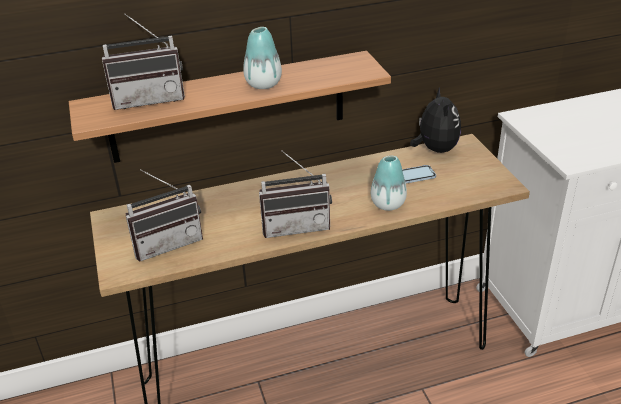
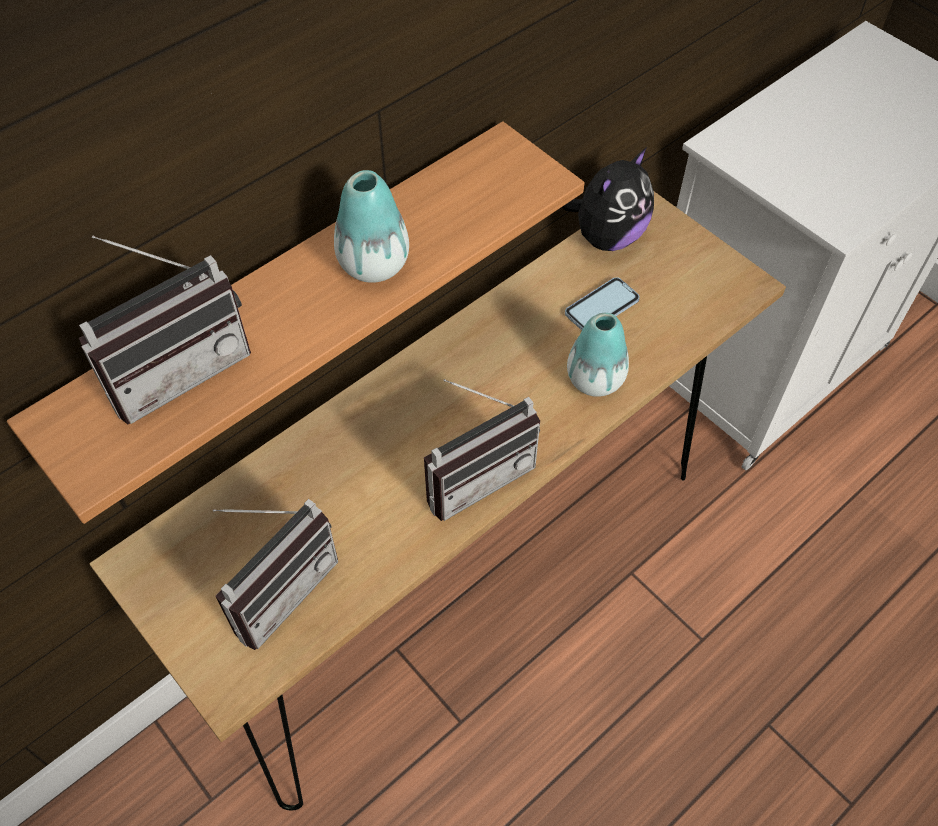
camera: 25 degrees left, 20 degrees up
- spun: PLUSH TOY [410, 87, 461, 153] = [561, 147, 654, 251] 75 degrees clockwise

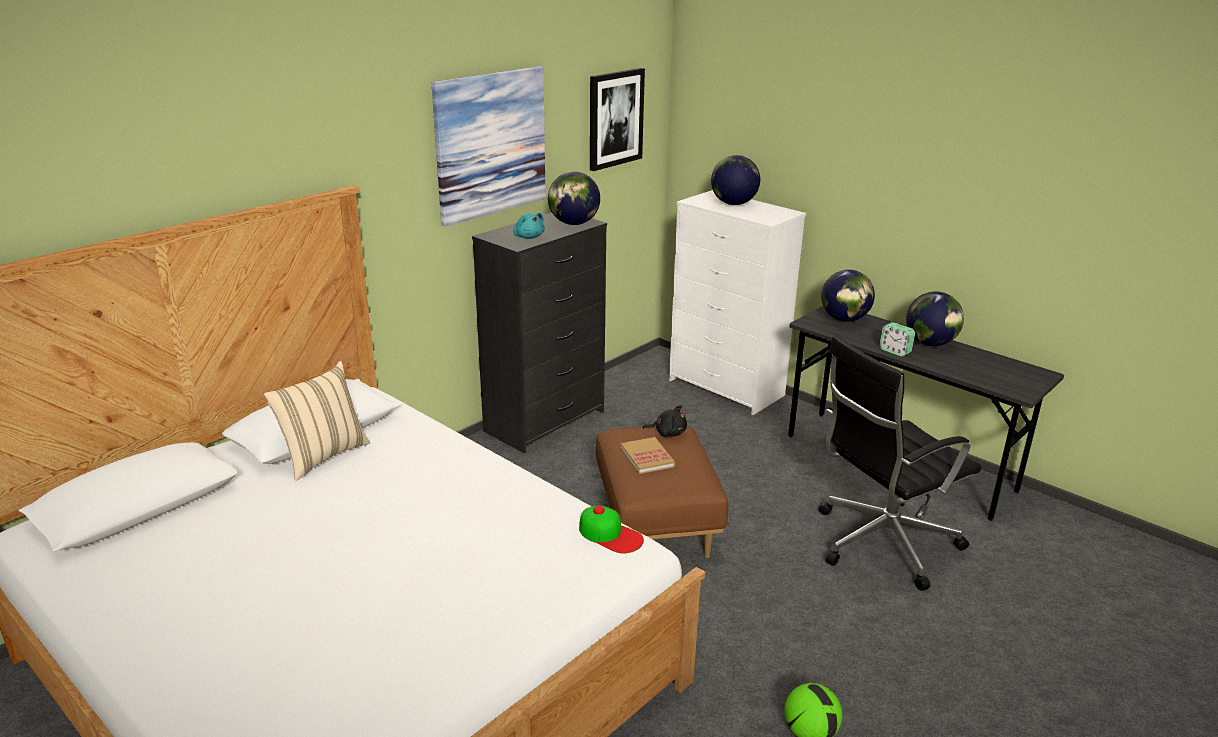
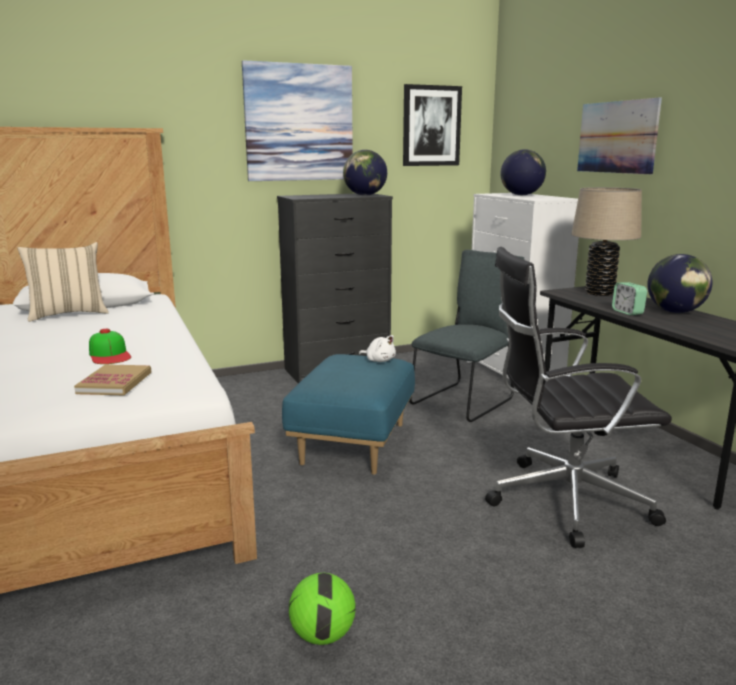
camera: 25 degrees right, 10 degrees down
- relocated: BOOK [621, 437, 675, 474] to [74, 364, 151, 395]
- relocated: CAP [579, 505, 644, 554] to [89, 329, 131, 364]
- colour: BROWN OTTOMAN [596, 425, 728, 558] to BLUE OTTOMAN [282, 354, 415, 475]
- colour: BLACK PLUSH TOY [642, 405, 687, 437] to WHITE PLUSH TOY [359, 335, 396, 362]
- appeared: GREY CHAIR [409, 250, 524, 422]
- exchanged: GLOBE [821, 270, 875, 322] to BEIGE TABLE LAMP [571, 187, 642, 296]
- appeared: PICTURE [577, 97, 662, 174]
- missing: TURQUOISE PLUSH TOY [514, 212, 545, 239]

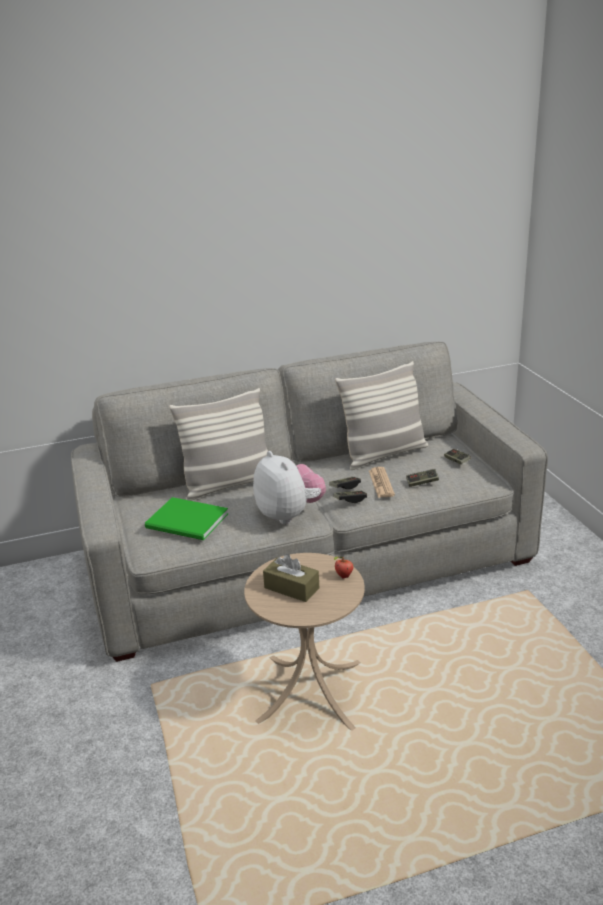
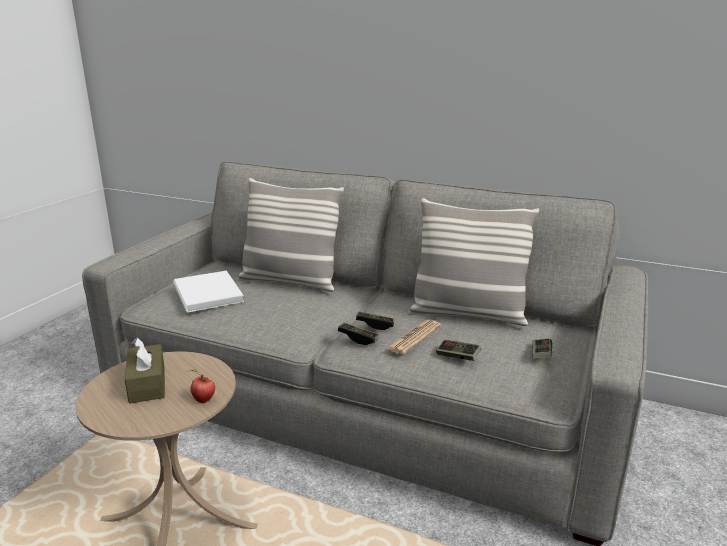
camera: 40 degrees right, 5 degrees down
- colour: GREEN BOOK [145, 497, 229, 540] to WHITE BOOK [173, 270, 244, 312]
- missing: PLUSH TOY [253, 451, 326, 524]

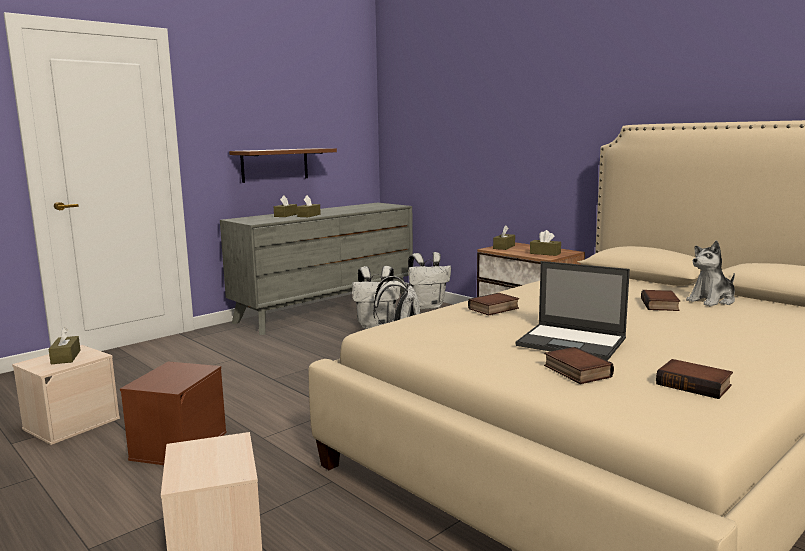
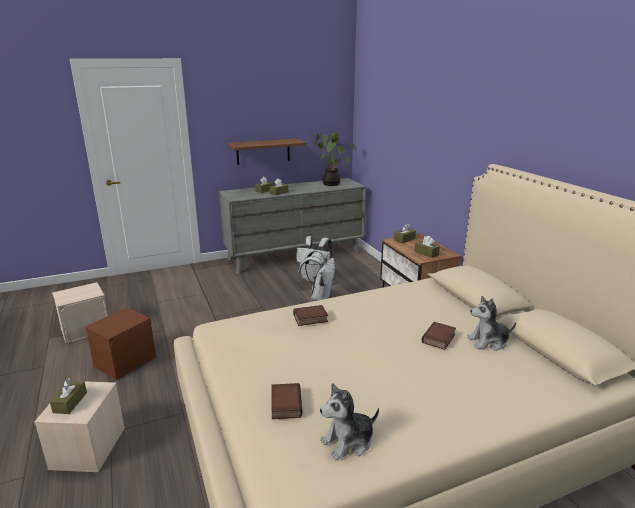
camera: 20 degrees right, 10 degrees up
- relocated: BROWN TISSUE BOX [49, 327, 81, 364] to [50, 378, 87, 414]
- appeared: POTTED PLANT [314, 132, 357, 186]
- exchanged: BOOK [656, 359, 733, 399] to PLUSH TOY [320, 383, 379, 460]
- missing: WHITE BACKPACK [408, 252, 451, 310]
- missing: LAPTOP [515, 261, 630, 361]

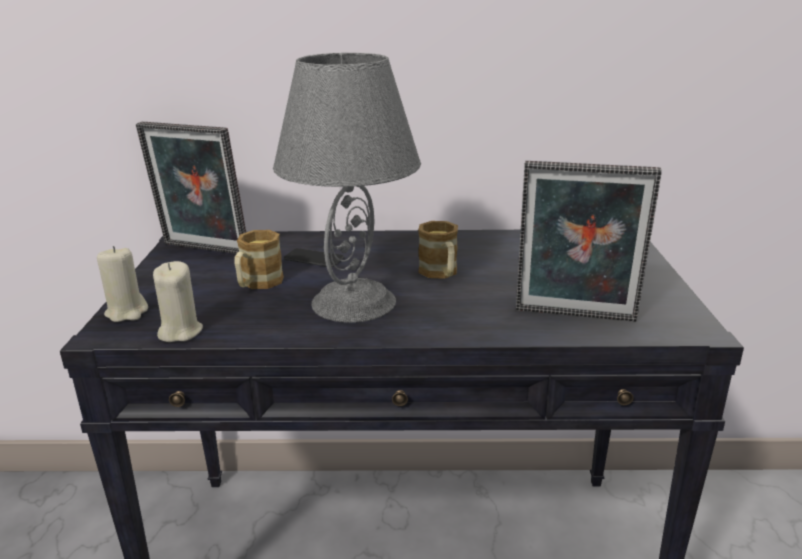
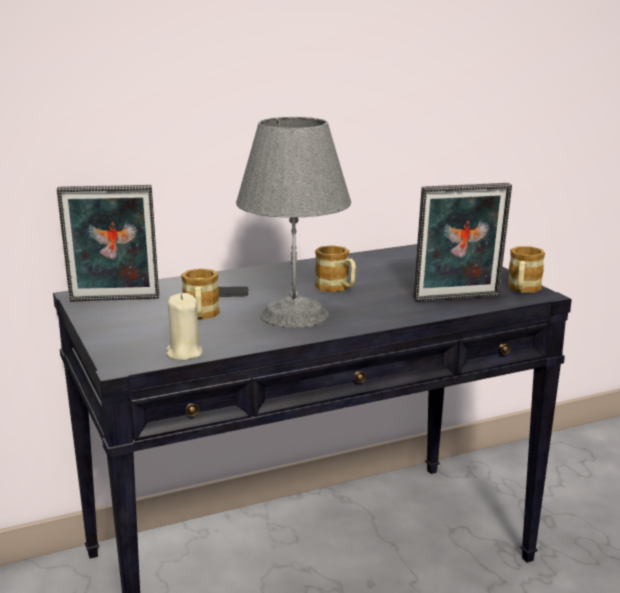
camera: 25 degrees left, 5 degrees down
- appeared: MUG [508, 246, 545, 293]
- missing: BEIGE CANDLE [97, 246, 148, 322]

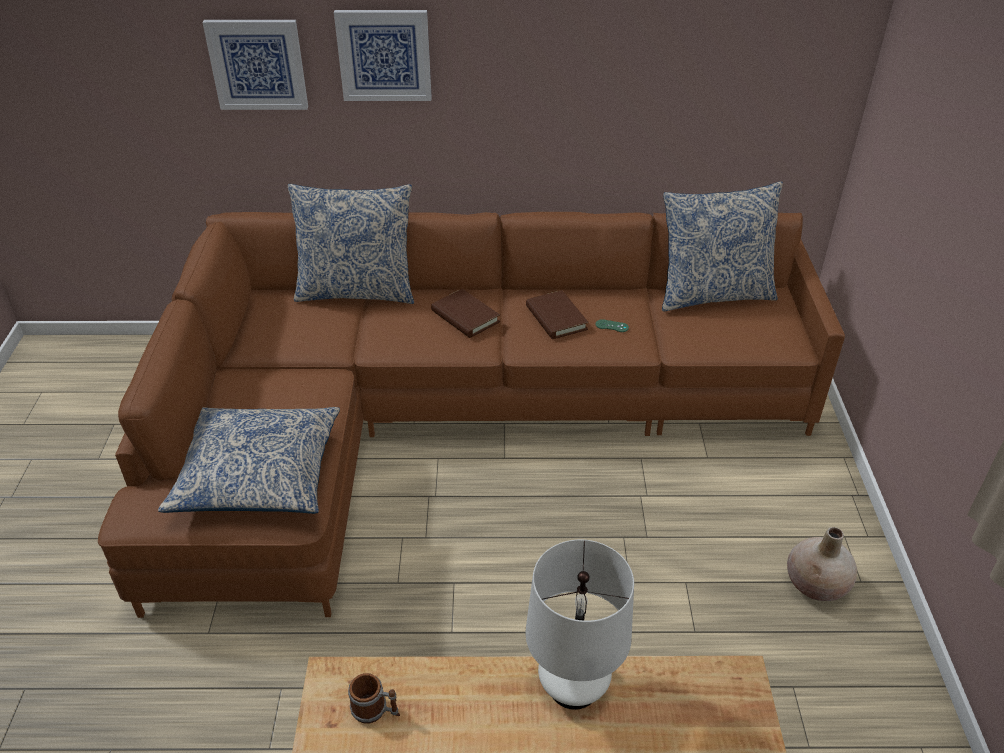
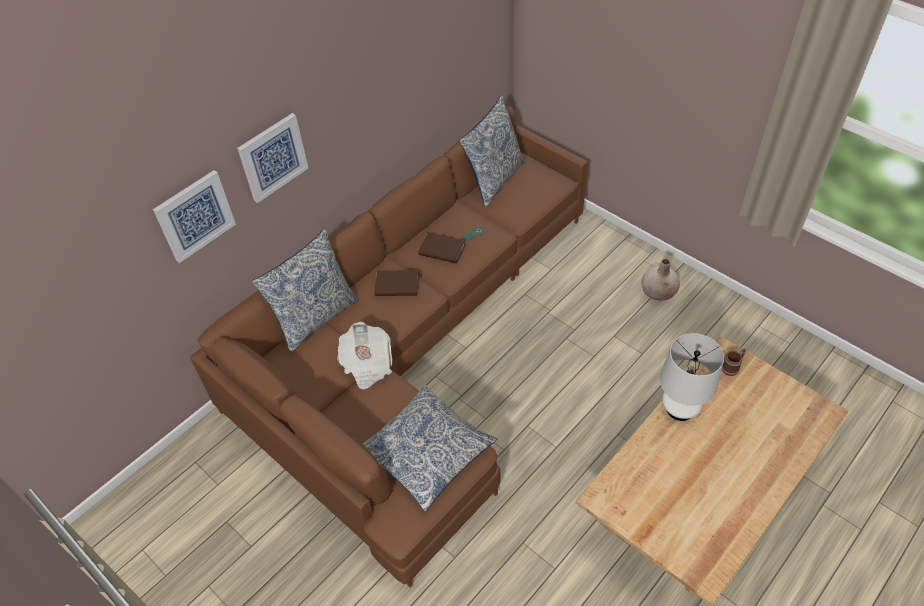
camera: 45 degrees left, 10 degrees up
- appeared: NEWSPAPER [337, 322, 392, 390]
- relocated: MUG [348, 673, 400, 724] to [722, 348, 746, 376]

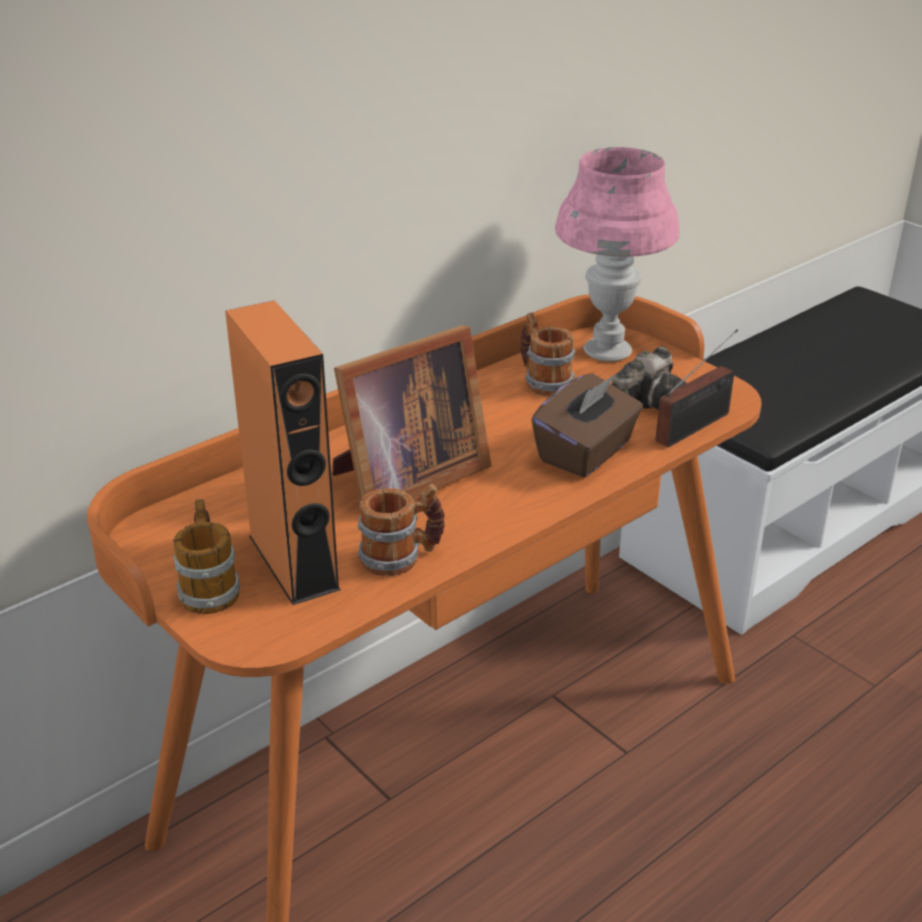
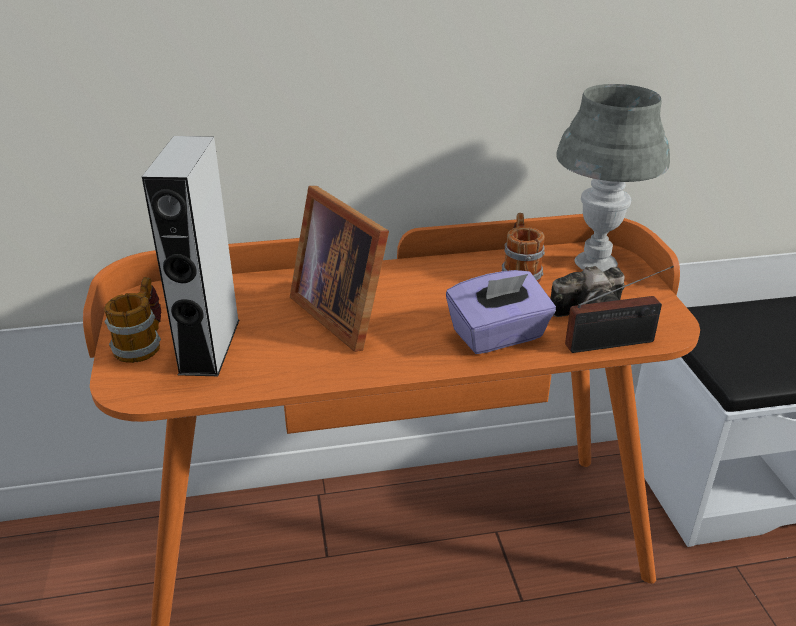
camera: 30 degrees right, 0 degrees up
- colour: ORANGE SPEAKER [225, 300, 341, 605] to GREY SPEAKER [142, 136, 239, 376]
- spun: PICTURE FRAME [332, 325, 491, 501] = [290, 186, 389, 352] 60 degrees clockwise
- colour: BROWN TISSUE BOX [532, 373, 643, 477] to PURPLE TISSUE BOX [446, 270, 556, 354]
- colour: PINK TABLE LAMP [555, 147, 679, 362] to GREY TABLE LAMP [557, 84, 670, 272]
- missing: MUG [357, 484, 445, 576]

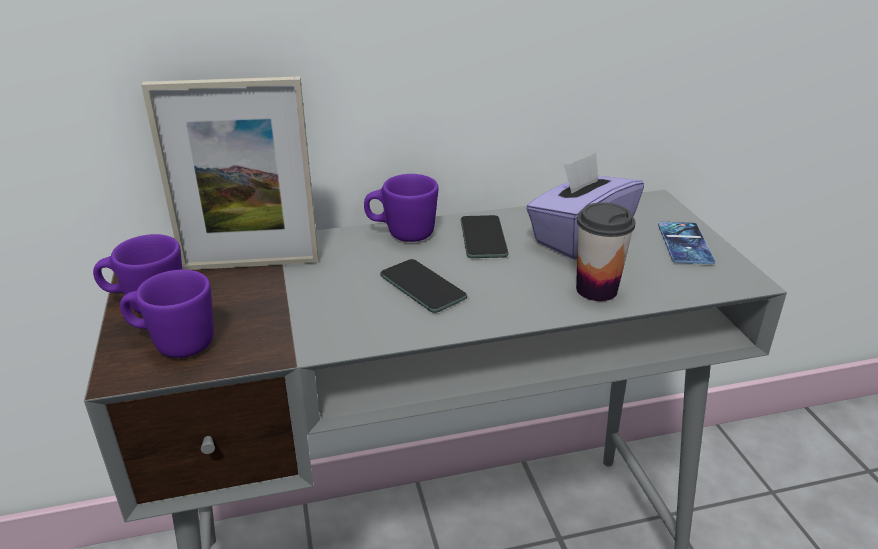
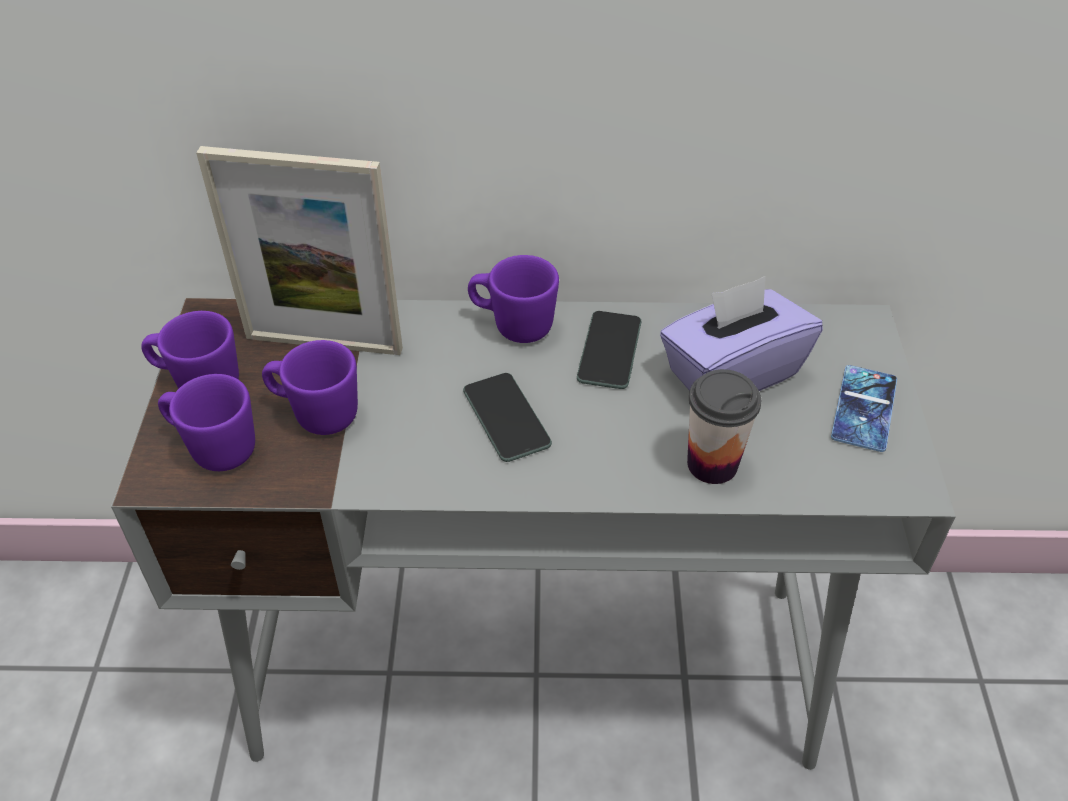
camera: 15 degrees right, 15 degrees up
- appeared: PURPLE MUG [262, 340, 358, 435]

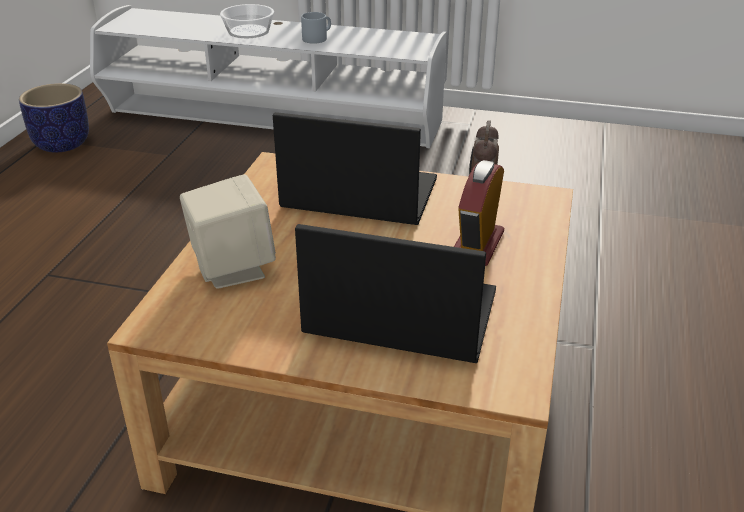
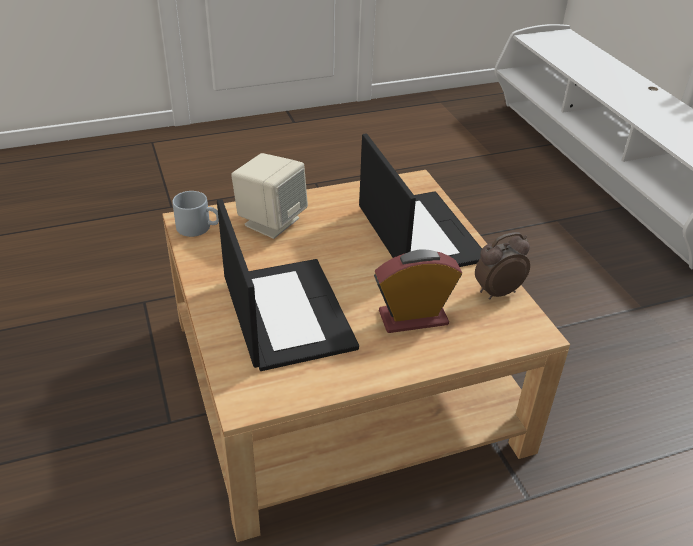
camera: 55 degrees right, 5 degrees up
- relocated: GREY MUG [301, 12, 331, 44] to [172, 191, 219, 237]
- missing: PLANTER [19, 83, 89, 152]
- missing: BOWL [220, 4, 274, 38]

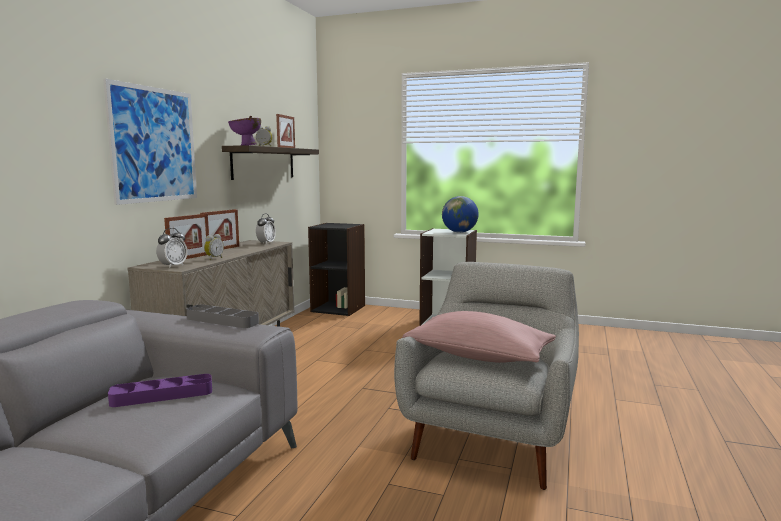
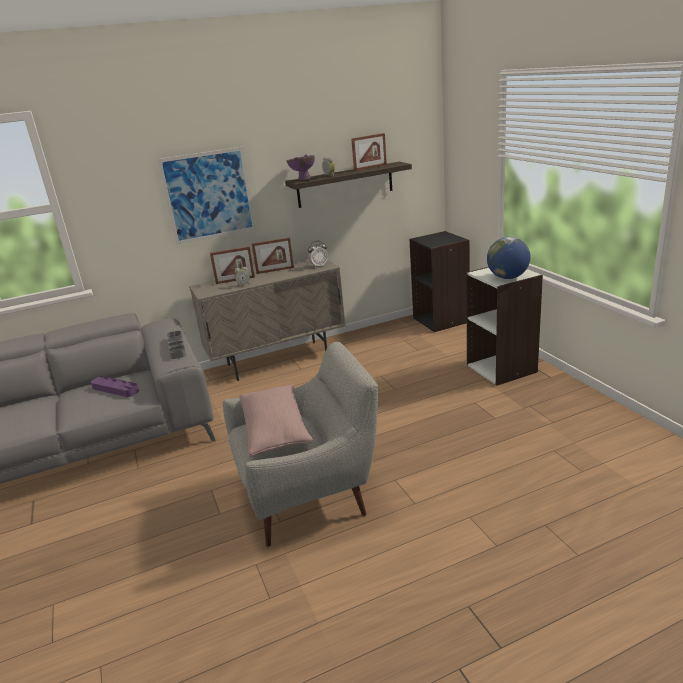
camera: 50 degrees right, 15 degrees up
- missing: ALARM CLOCK [156, 228, 188, 268]

